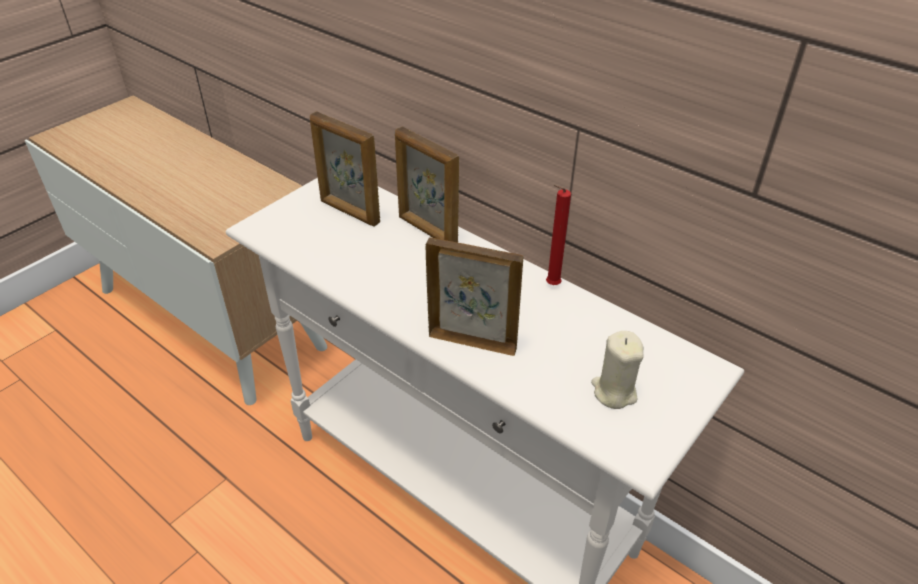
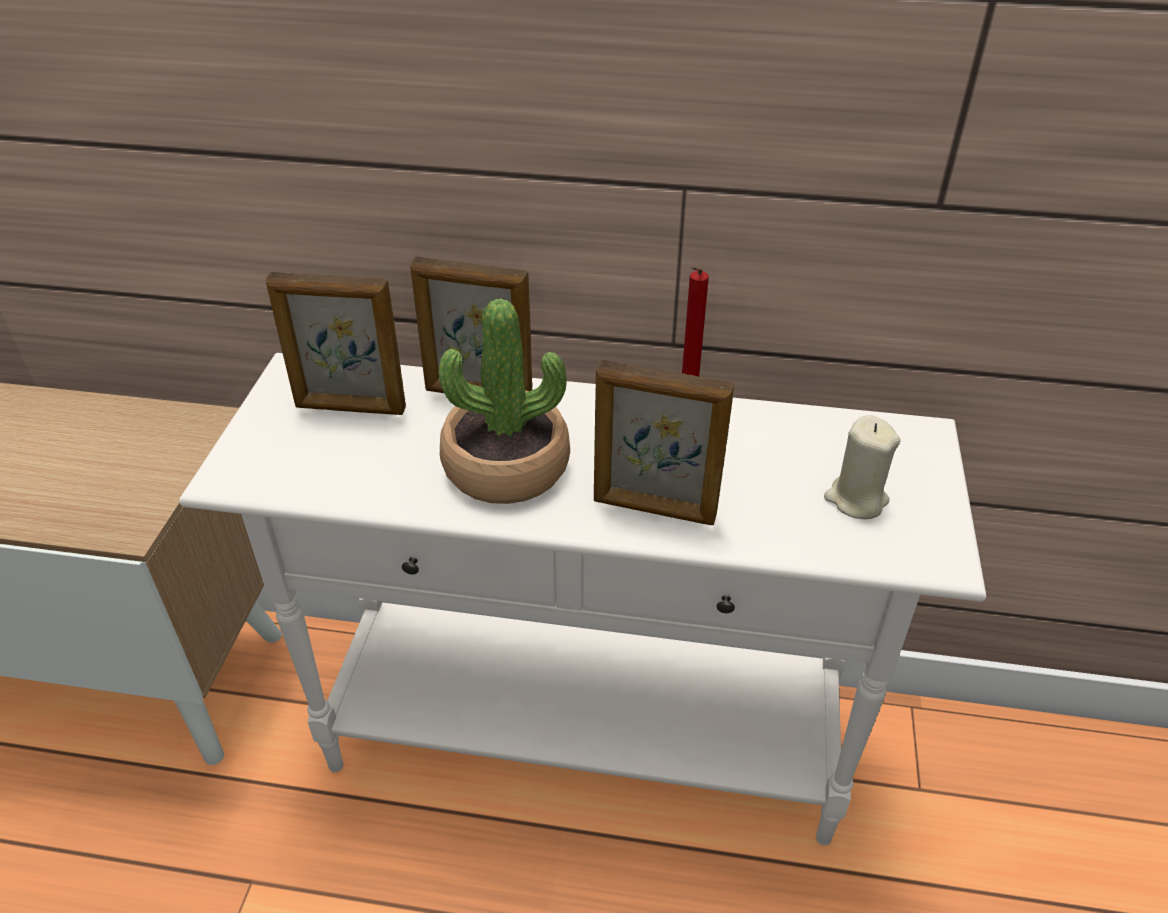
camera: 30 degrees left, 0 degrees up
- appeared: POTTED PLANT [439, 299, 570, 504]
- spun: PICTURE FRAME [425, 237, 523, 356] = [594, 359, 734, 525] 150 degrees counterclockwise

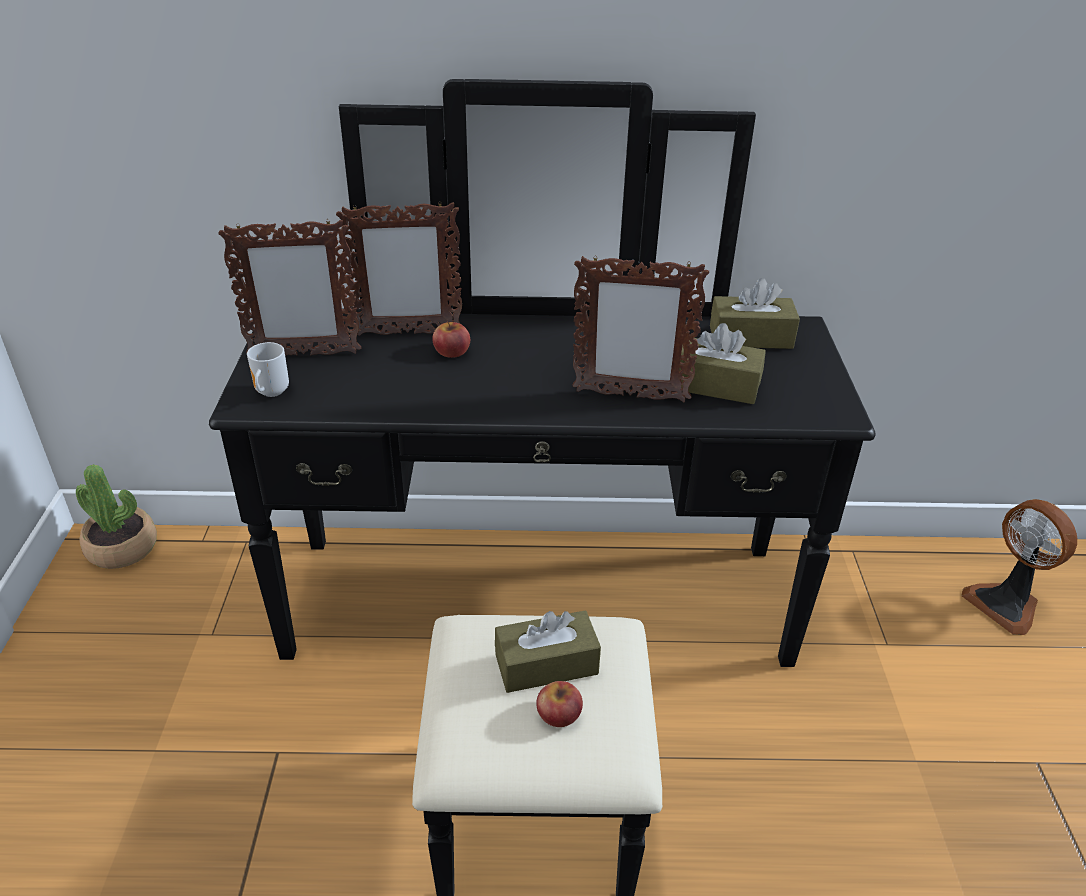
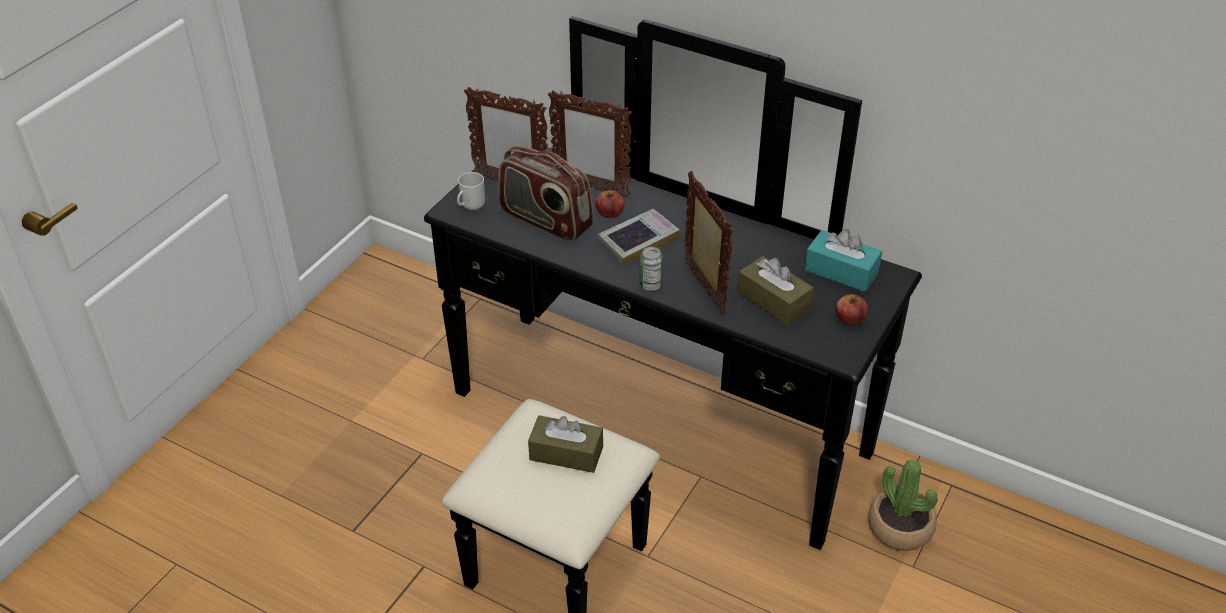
camera: 30 degrees right, 5 degrees up
- appeared: RADIO [498, 146, 594, 242]
- appeared: BOOK [598, 209, 679, 265]
- appeared: CAN [639, 247, 663, 291]
- spun: PICTURE FRAME [572, 255, 709, 403] = [684, 171, 734, 314] 150 degrees counterclockwise
- colour: BROWN TISSUE BOX [710, 278, 800, 349] to TURQUOISE TISSUE BOX [805, 229, 882, 292]
- relocated: APPLE [536, 681, 583, 727] to [836, 294, 868, 325]
- relocated: POTTED PLANT [76, 464, 157, 569] to [868, 459, 938, 551]
- missing: FAN [961, 499, 1077, 635]

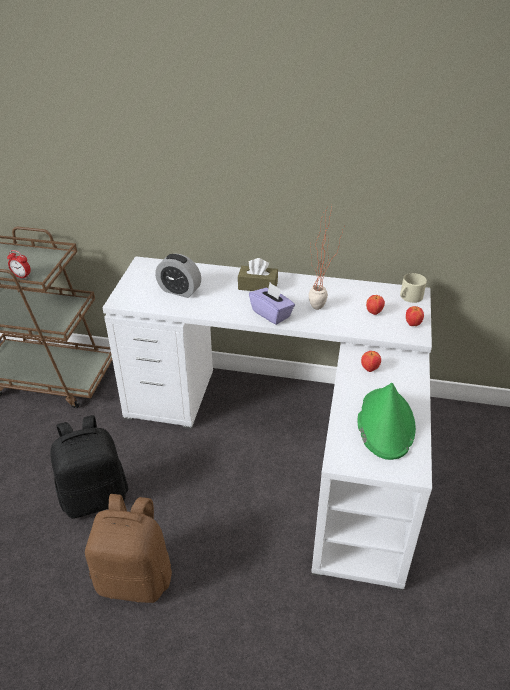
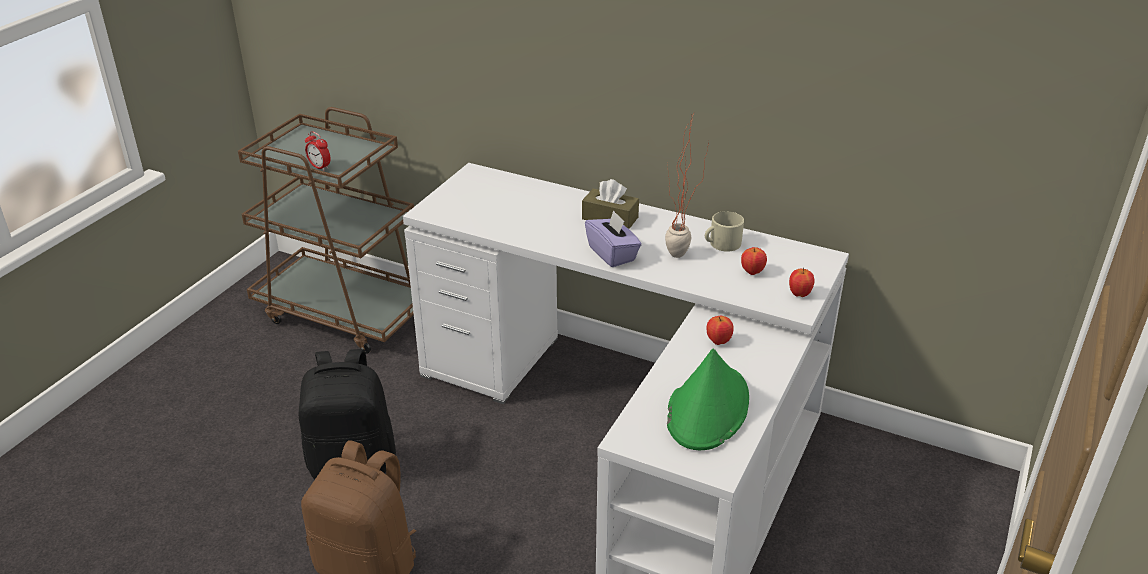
camera: 15 degrees right, 5 degrees down
- relocated: BEIGE MUG [400, 273, 427, 303] to [705, 211, 744, 252]
- missing: ALARM CLOCK [155, 253, 201, 298]

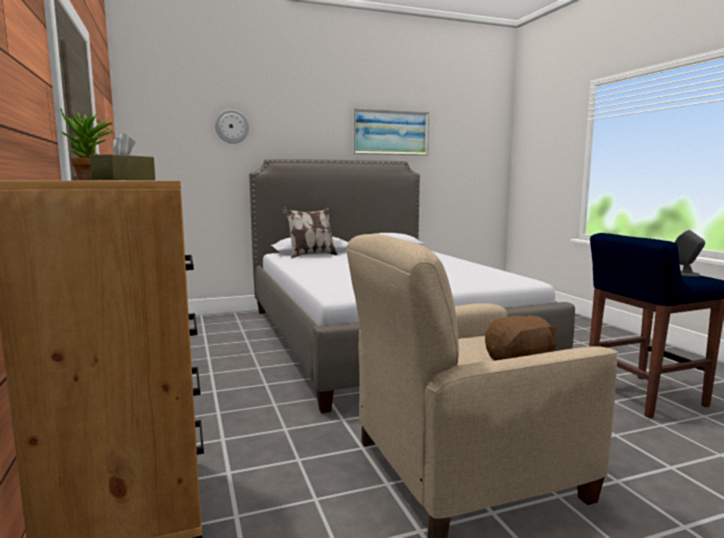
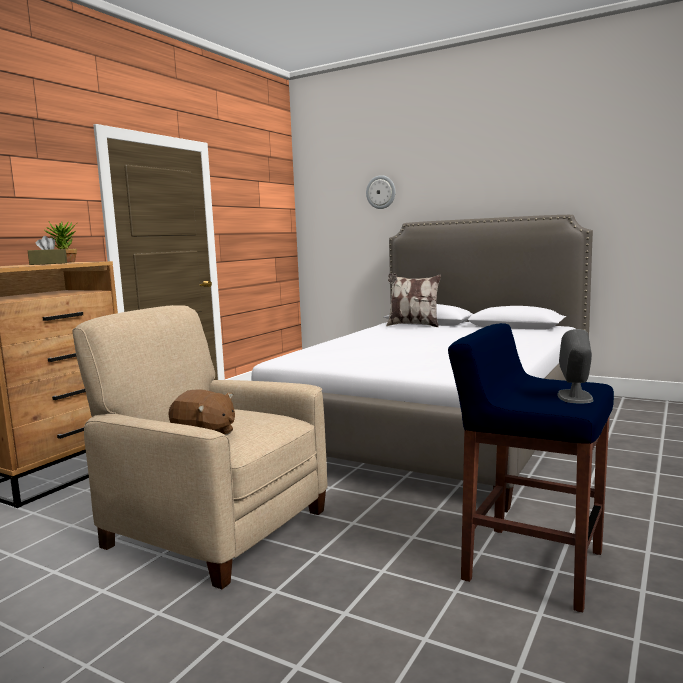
camera: 50 degrees right, 0 degrees up
- missing: PICTURE [353, 108, 429, 155]

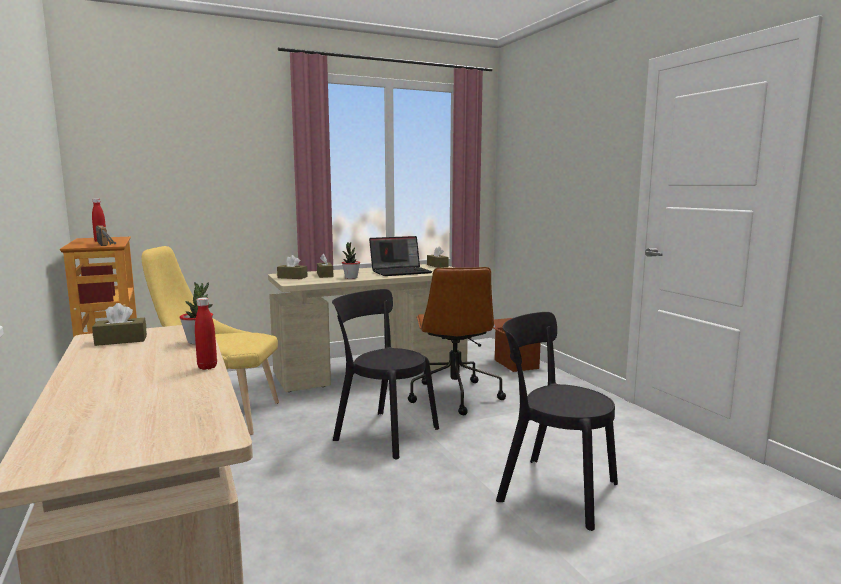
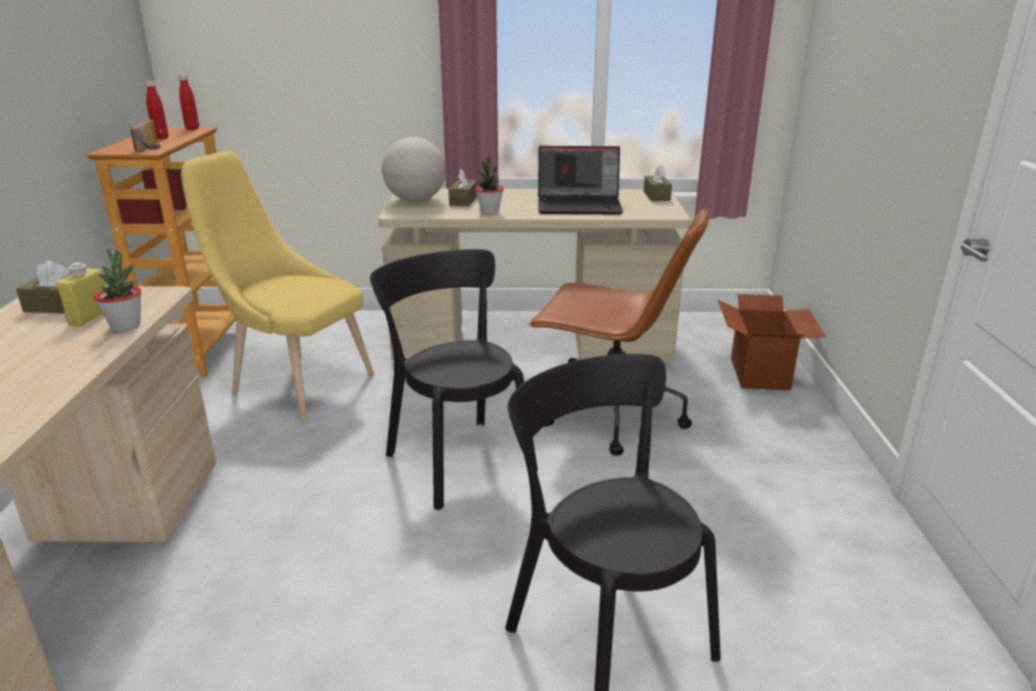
camera: 25 degrees right, 15 degrees up
- appeared: YELLOW BOTTLE [56, 262, 106, 327]
- relocated: RED BOTTLE [195, 297, 217, 370] to [178, 74, 199, 130]
- exchanged: BROWN TISSUE BOX [277, 255, 308, 279] to GLOBE [382, 137, 446, 202]
- spun: BROWN OFFICE CHAIR [408, 267, 506, 415] = [528, 208, 709, 456] 90 degrees counterclockwise

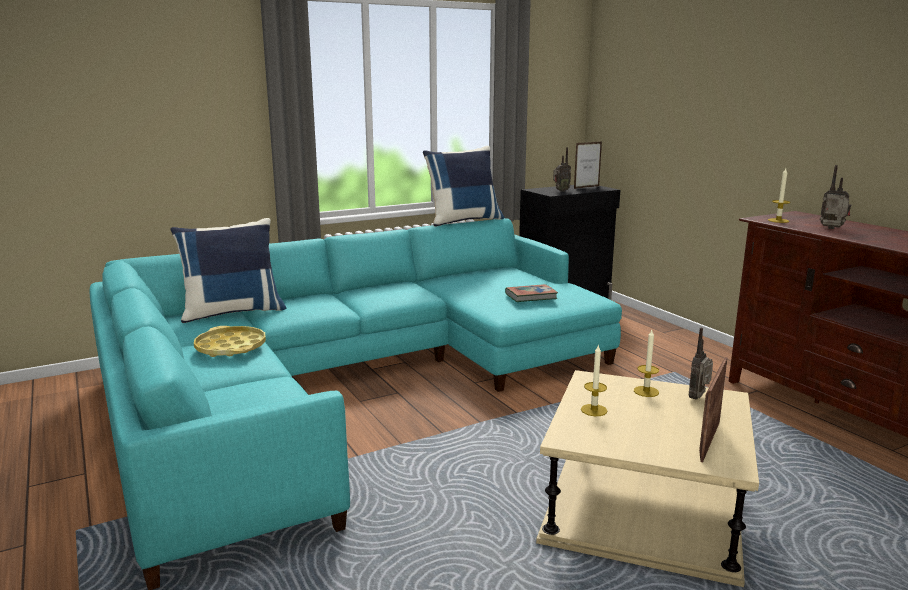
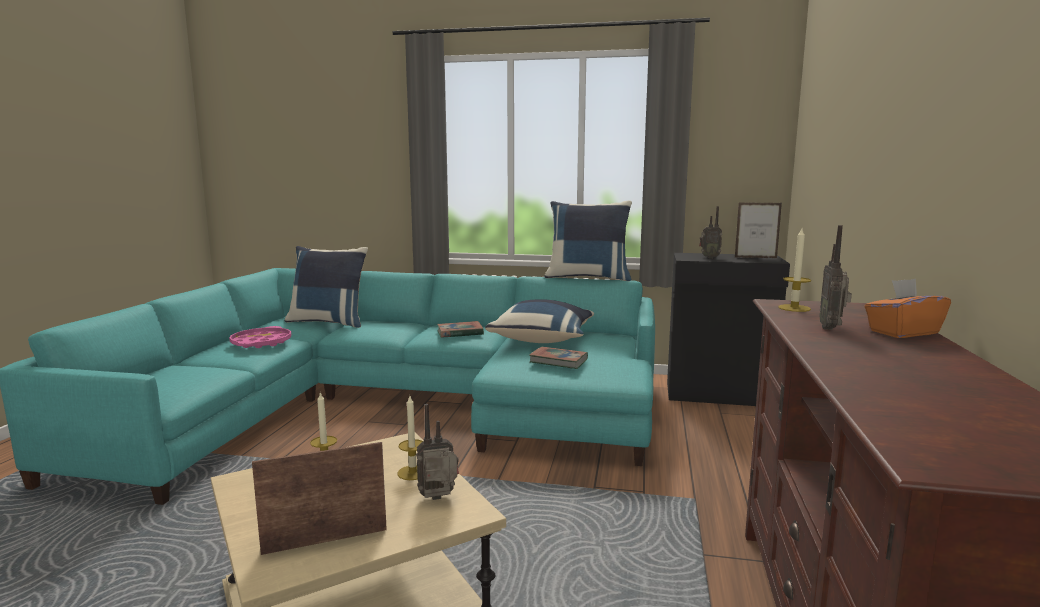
camera: 40 degrees right, 5 degrees down
- colour: YELLOW TRAY [194, 326, 266, 357] to PINK TRAY [229, 326, 291, 348]
- appeared: BOOK [437, 321, 484, 338]
- appeared: BLUE PILLOW [485, 299, 594, 343]
- spun: RADIO [820, 165, 852, 229] = [819, 225, 852, 330] 150 degrees counterclockwise
- appeared: ORANGE TISSUE BOX [865, 279, 951, 338]

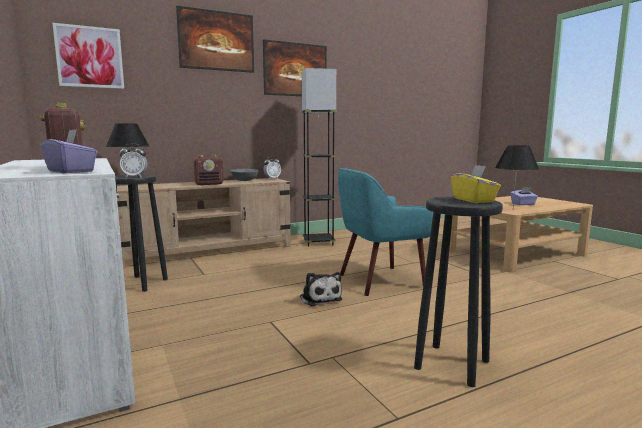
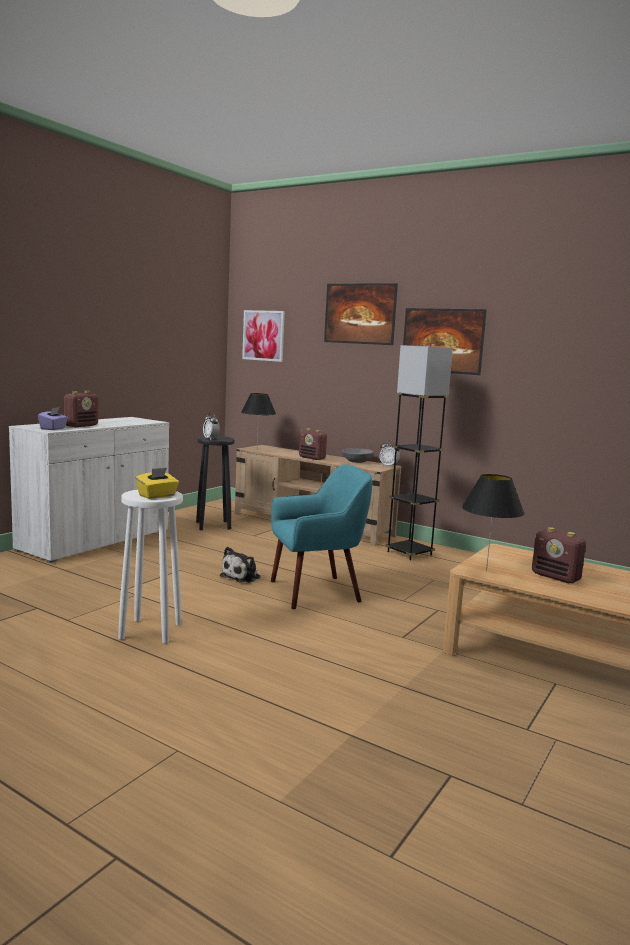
camera: 60 degrees right, 0 degrees up
- colour: BLACK STOOL [414, 196, 503, 387] to WHITE STOOL [118, 489, 183, 643]
- spun: TURQUOISE ARMCHAIR [338, 168, 433, 296] = [271, 464, 372, 609] 120 degrees clockwise
- exchanged: PURPLE TISSUE BOX [510, 187, 538, 205] to RADIO [532, 527, 586, 583]

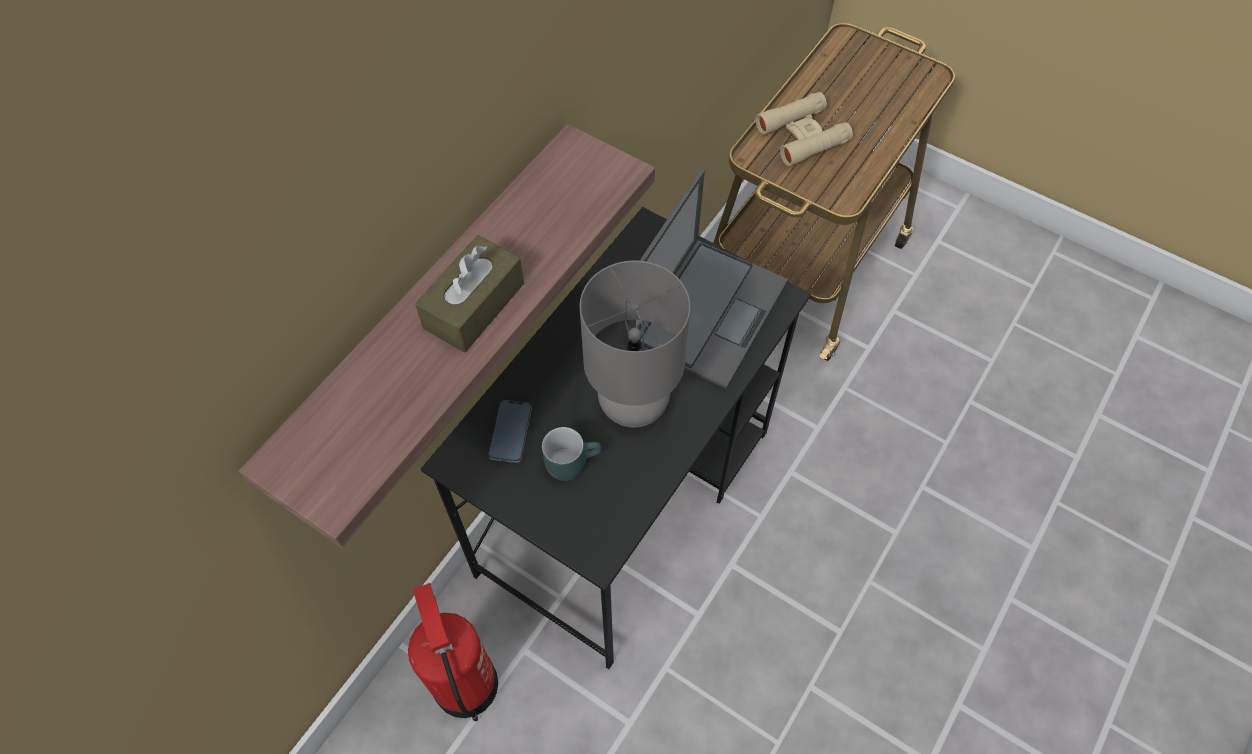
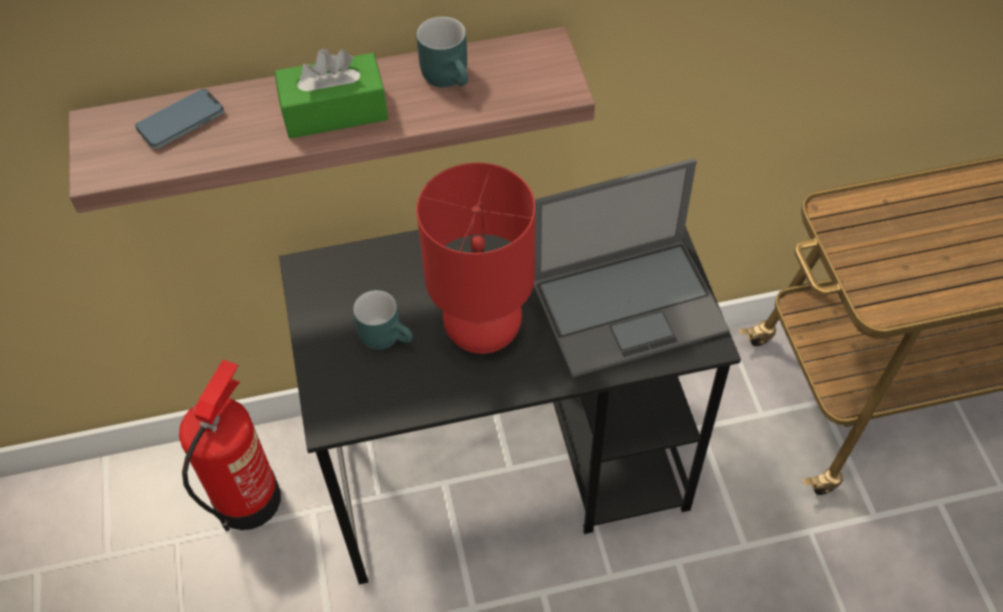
camera: 45 degrees right, 5 degrees down
- relocated: PHONE [488, 400, 532, 463] to [135, 89, 224, 149]
- colour: BROWN TISSUE BOX [415, 235, 524, 352] to GREEN TISSUE BOX [274, 49, 388, 139]
- colour: GREY TABLE LAMP [579, 260, 690, 428] to RED TABLE LAMP [416, 163, 535, 354]
- appeared: TURQUOISE MUG [417, 16, 468, 87]
- missing: BEIGE BINOCULARS [755, 92, 853, 166]

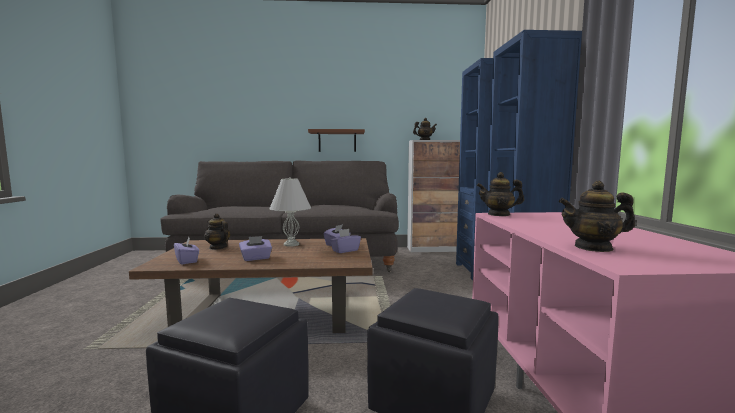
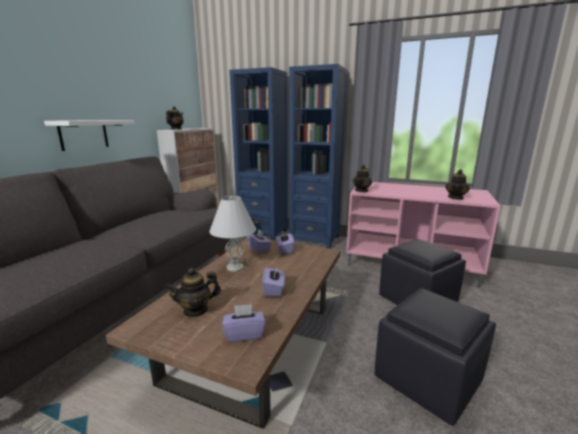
camera: 65 degrees left, 10 degrees up
- colour: BROWN SHELF [308, 129, 365, 152] to WHITE SHELF [44, 120, 135, 151]

